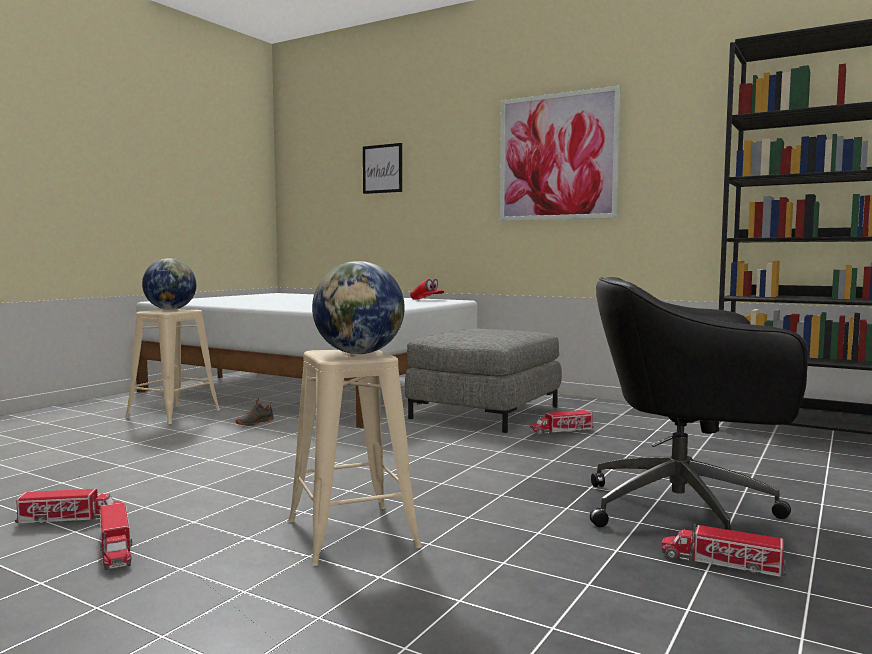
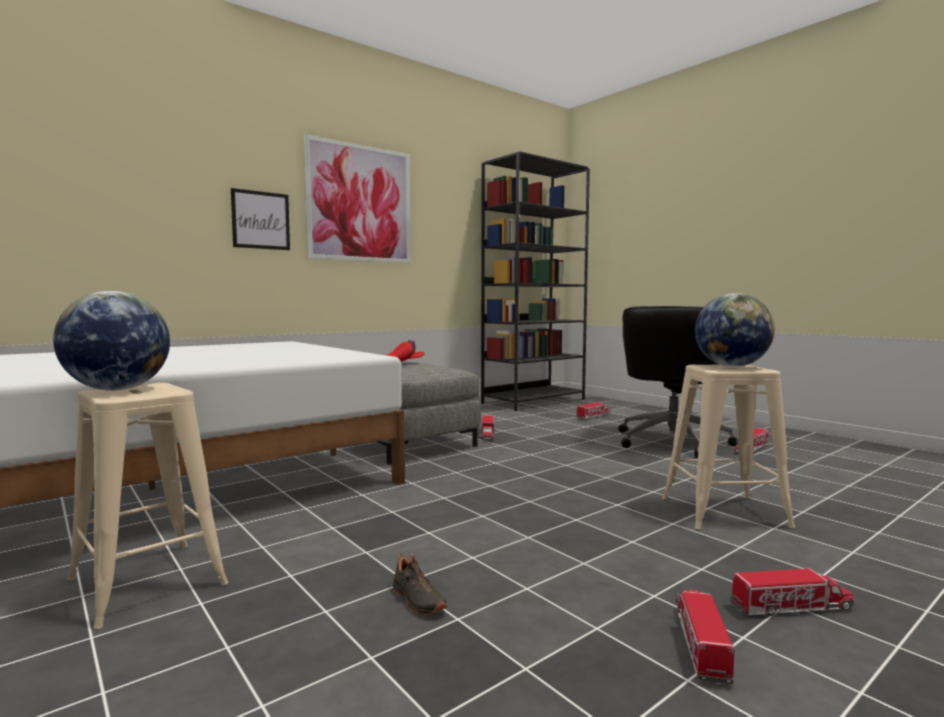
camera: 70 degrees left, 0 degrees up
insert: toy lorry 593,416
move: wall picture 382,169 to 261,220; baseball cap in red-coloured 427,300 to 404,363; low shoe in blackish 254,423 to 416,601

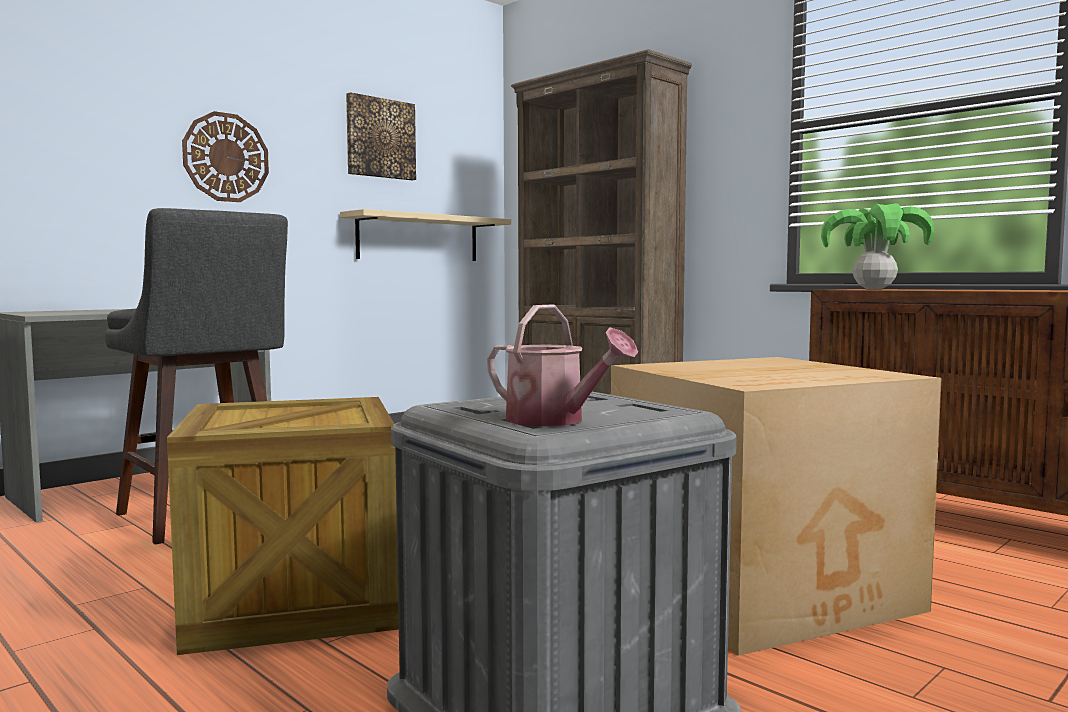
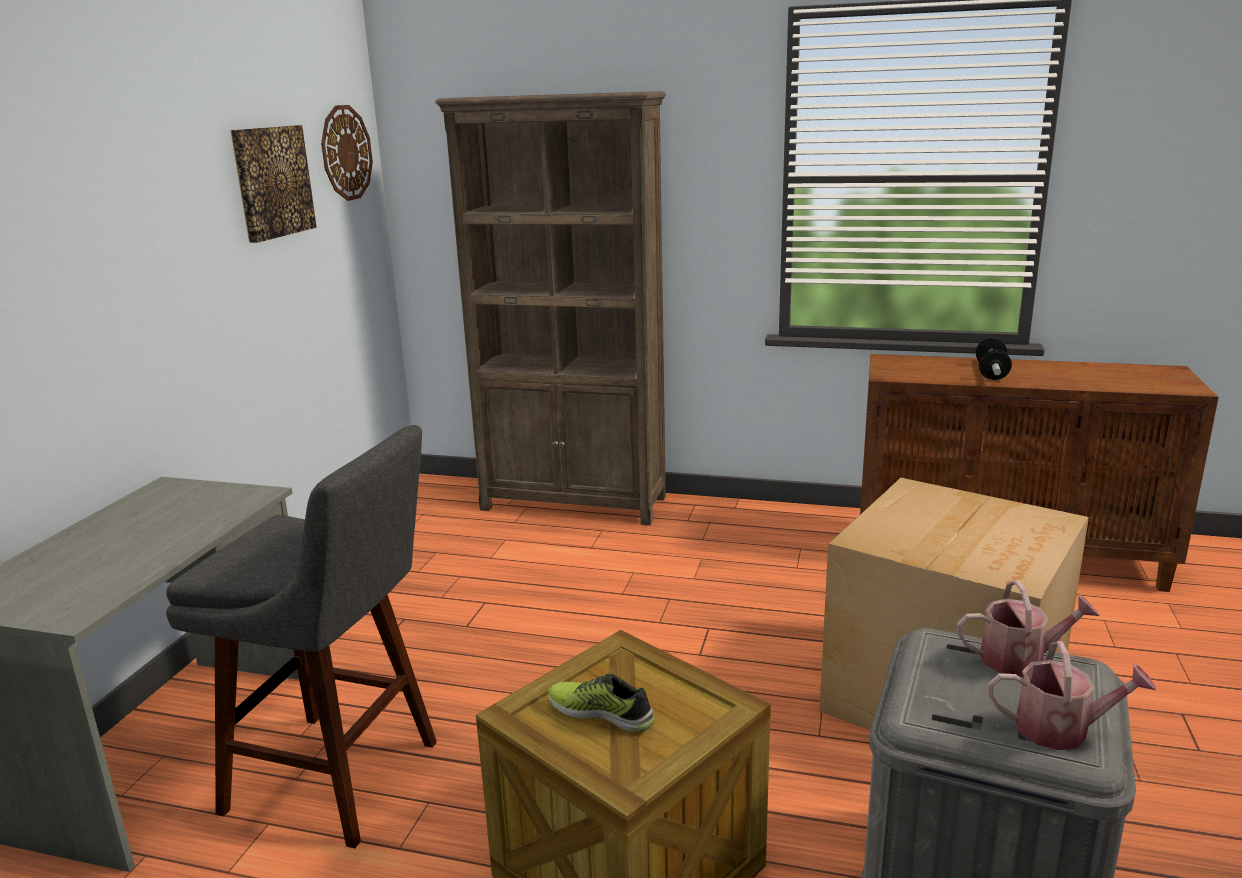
camera: 30 degrees left, 15 degrees up
delete: houseplant 873,289; bracket shelf in sand-coloured 418,238
insert: hand weight 991,372; watering pot 1020,659; low shoe 601,712
move: wall clock 226,157 to 346,153

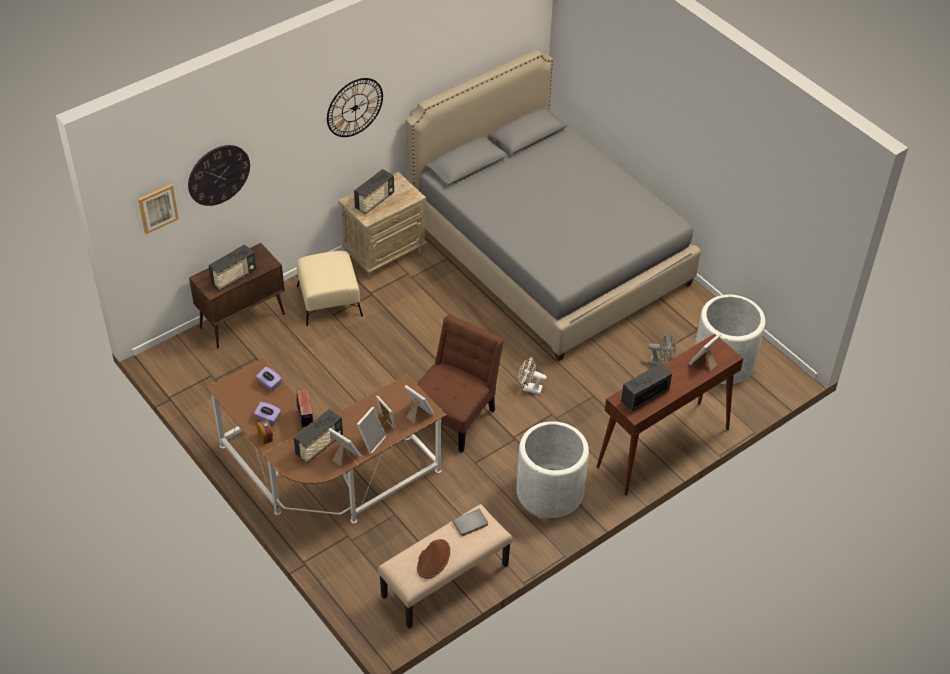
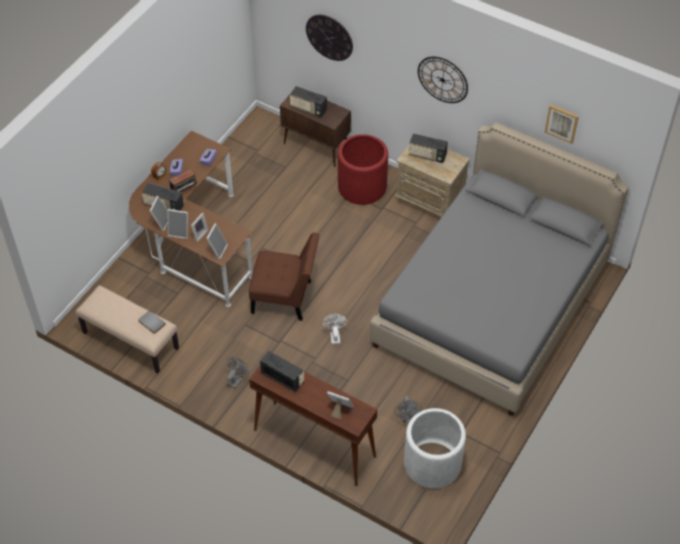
camera: 70 degrees right, 5 degrees up
delete: wearable hat in brownish 433,559
move: wall picture 157,208 to 561,123
replace: pouffe in sand-coloured 329,300 to planter in red-coloured 362,187; planter in white 550,491 to electric fan in greyish 237,379

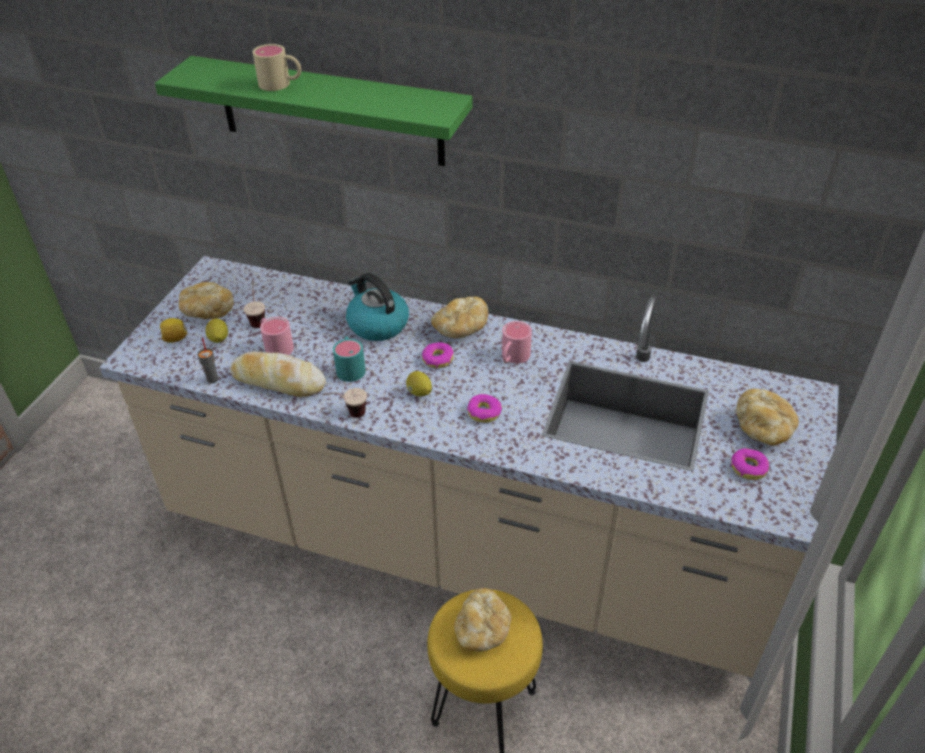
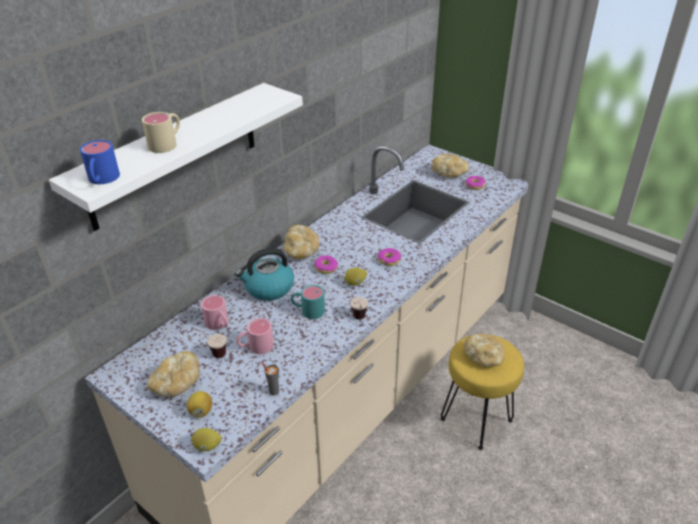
camera: 70 degrees left, 5 degrees down
delete: bakery bread 278,381
insert: coffee mug in blue 102,180
move: citrus fruit 218,339 to 207,446; coffee mug in pink 512,358 to 219,324
recolor: bracket shelf in greenish 330,111 to bracket shelf in white 175,155

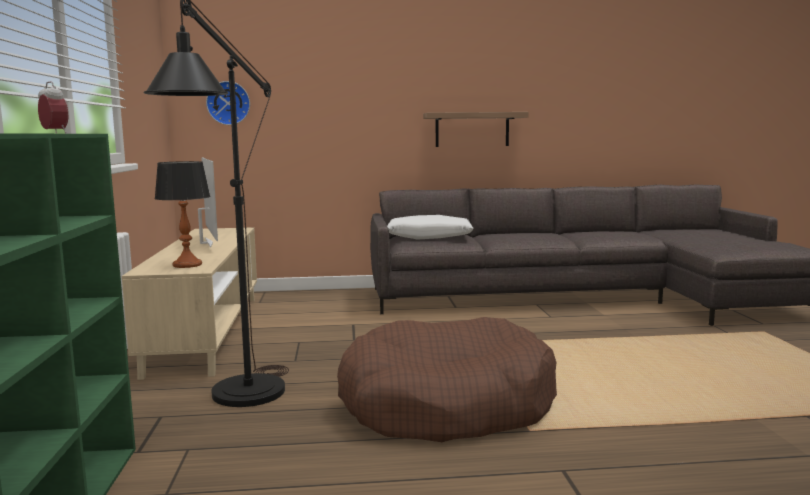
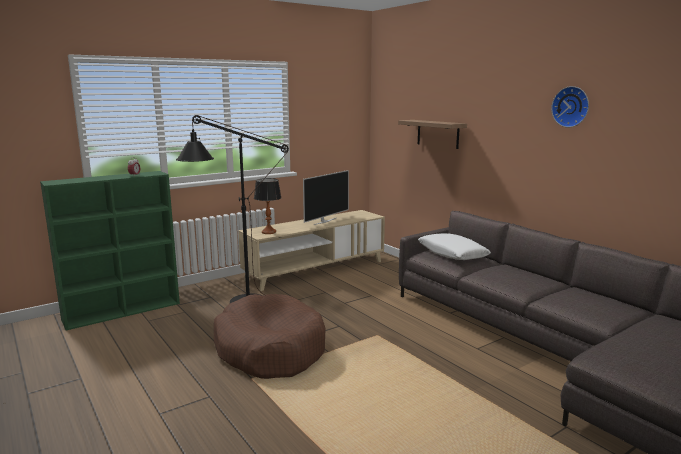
camera: 60 degrees right, 5 degrees up
move: wall clock 228,103 to 571,107; bracket shelf 472,129 to 437,134

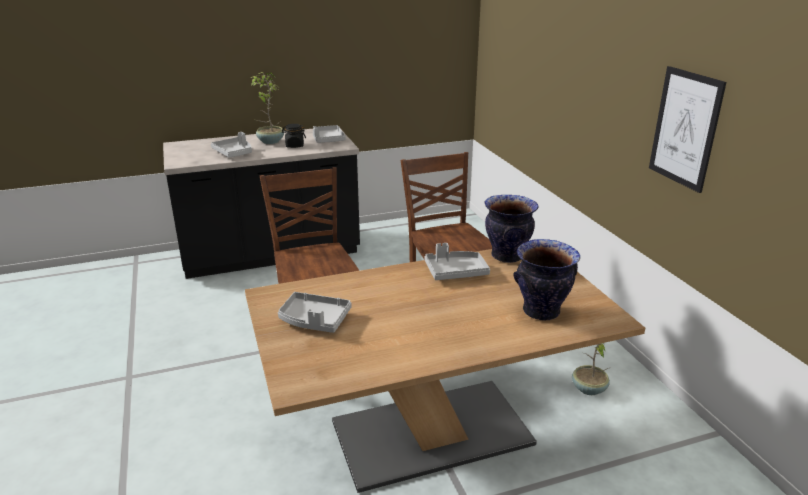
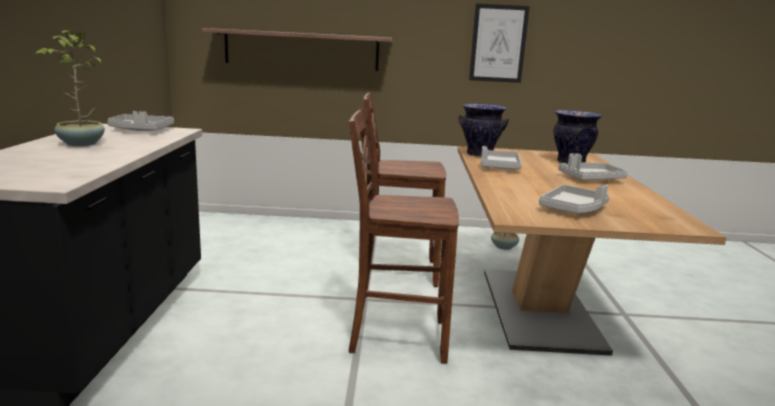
camera: 70 degrees left, 10 degrees down
delete: storage jar in blackish 294,146
insert: bracket shelf 301,50
move: carrying tray in greyish 234,153 to 590,179

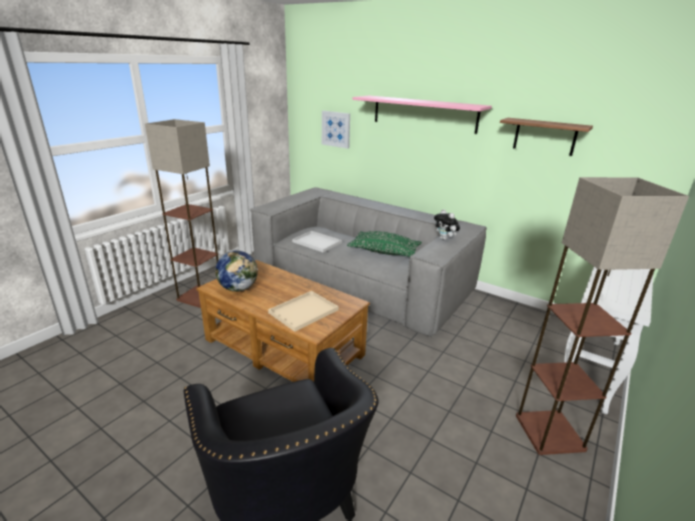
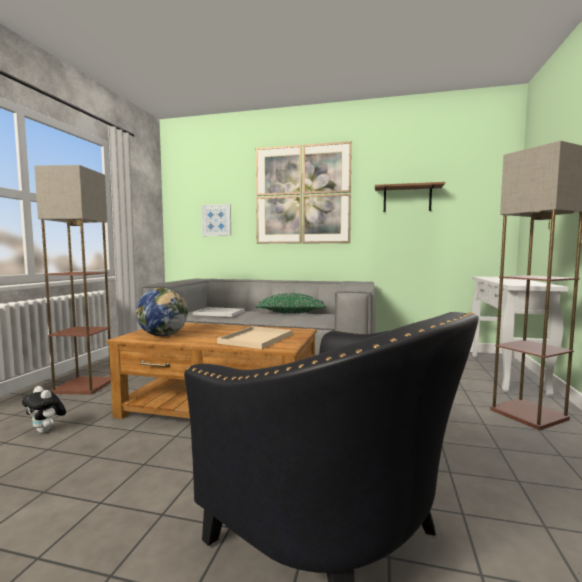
camera: 20 degrees left, 20 degrees down
move: soft toy 445,239 to 46,431
replace: bracket shelf in pink 424,113 to wall picture 302,195

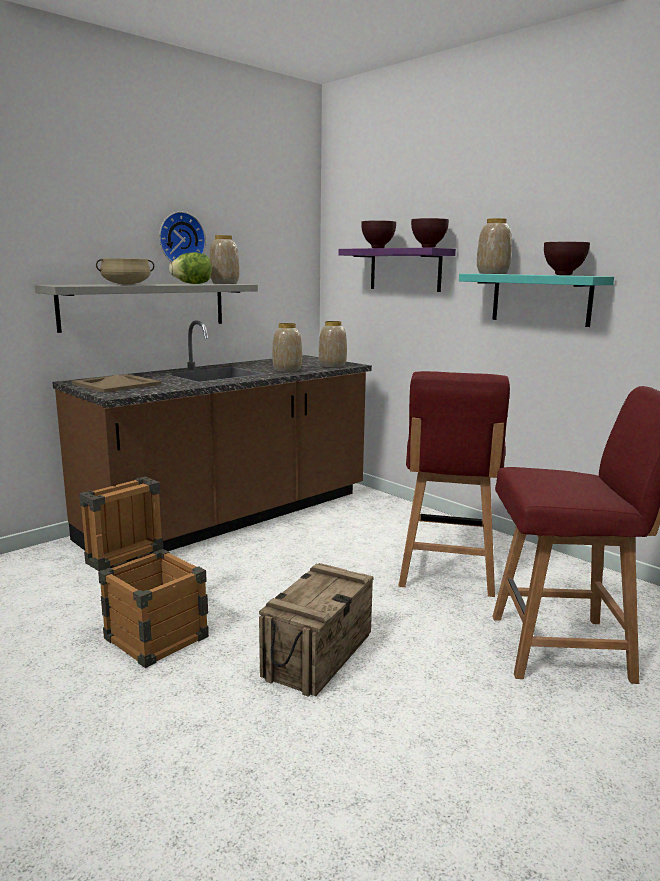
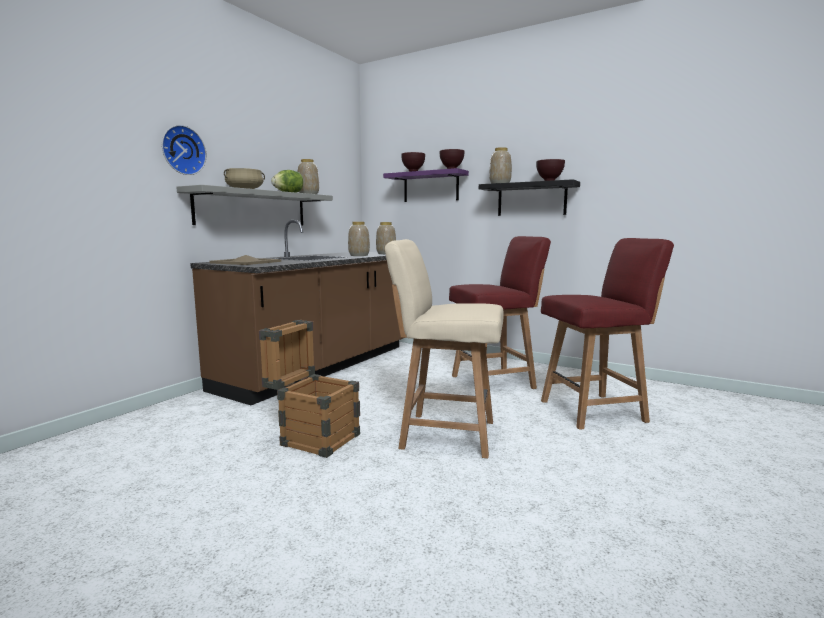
camera: 15 degrees left, 5 degrees down
move: wall clock 180,239 to 182,150
replace: packing crate 317,655 to plain chair in sand-coloured 445,434
recolor: bracket shelf in blue-green 541,299 to bracket shelf in blackish 531,199
rotate: plain chair in red-coloured 447,572 = 494,382 105 degrees counterclockwise

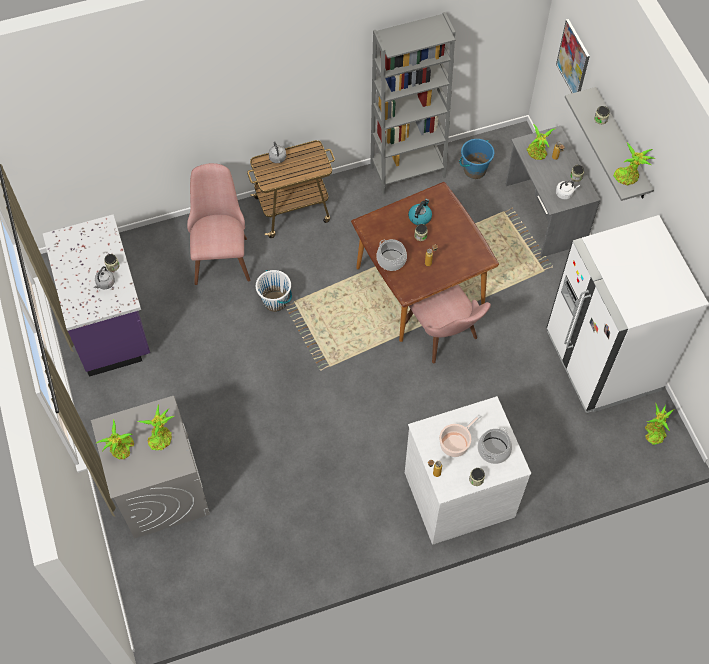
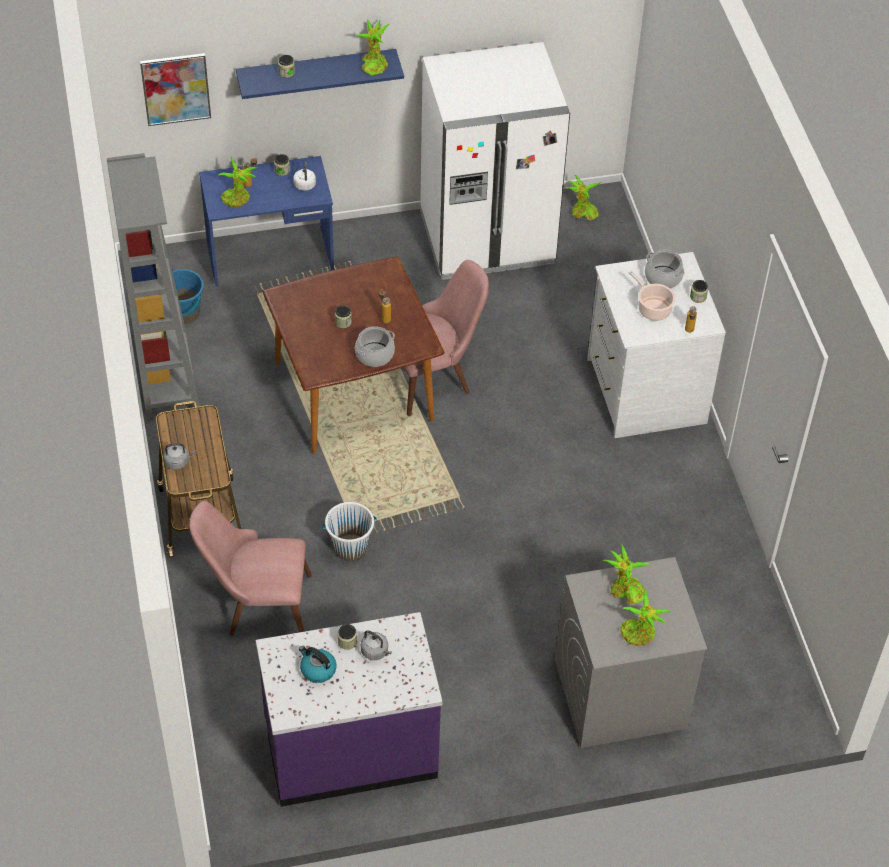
camera: 85 degrees left, 10 degrees down
move: tea kettle 420,217 to 317,670
recolor: bracket shelf in greyish 621,145 to bracket shelf in blue 316,71; desk unit in greyish 544,214 to desk unit in blue 270,257

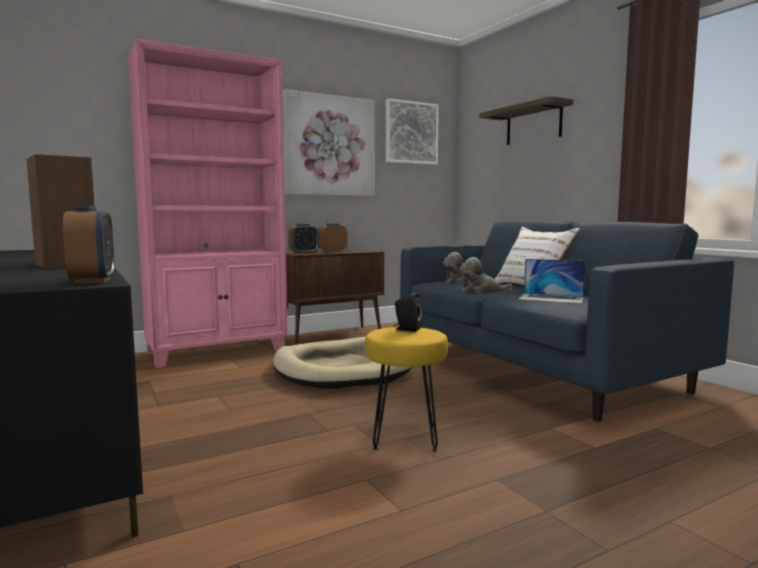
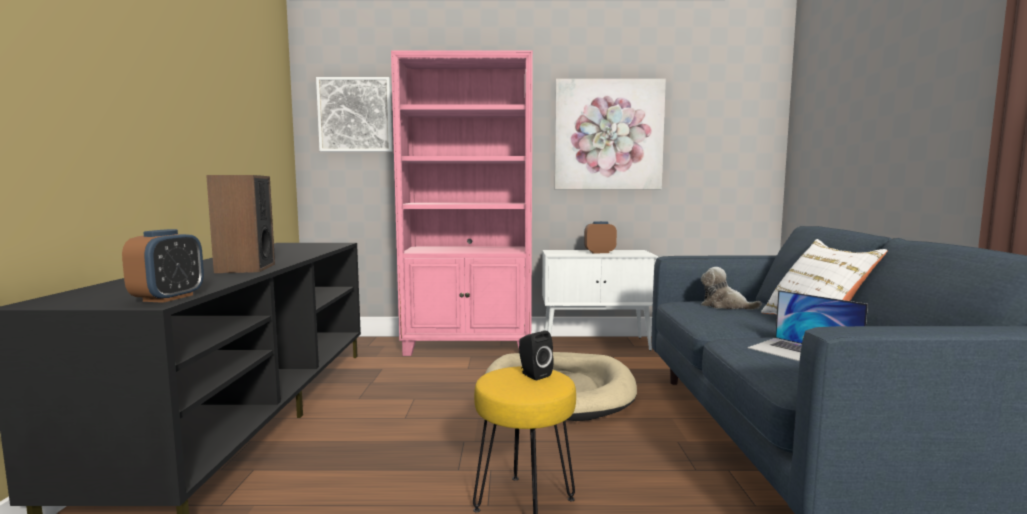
camera: 30 degrees right, 0 degrees up
delete: bracket shelf 533,124; alarm clock 304,253; soft toy 481,291
move: wall picture 411,133 to 355,115
recolor: cupboard in brownish 332,335 to cupboard in white 596,344

